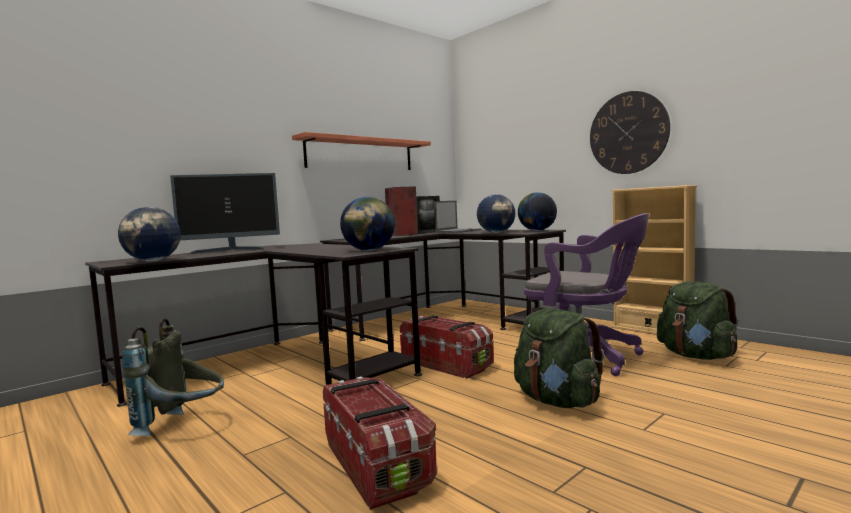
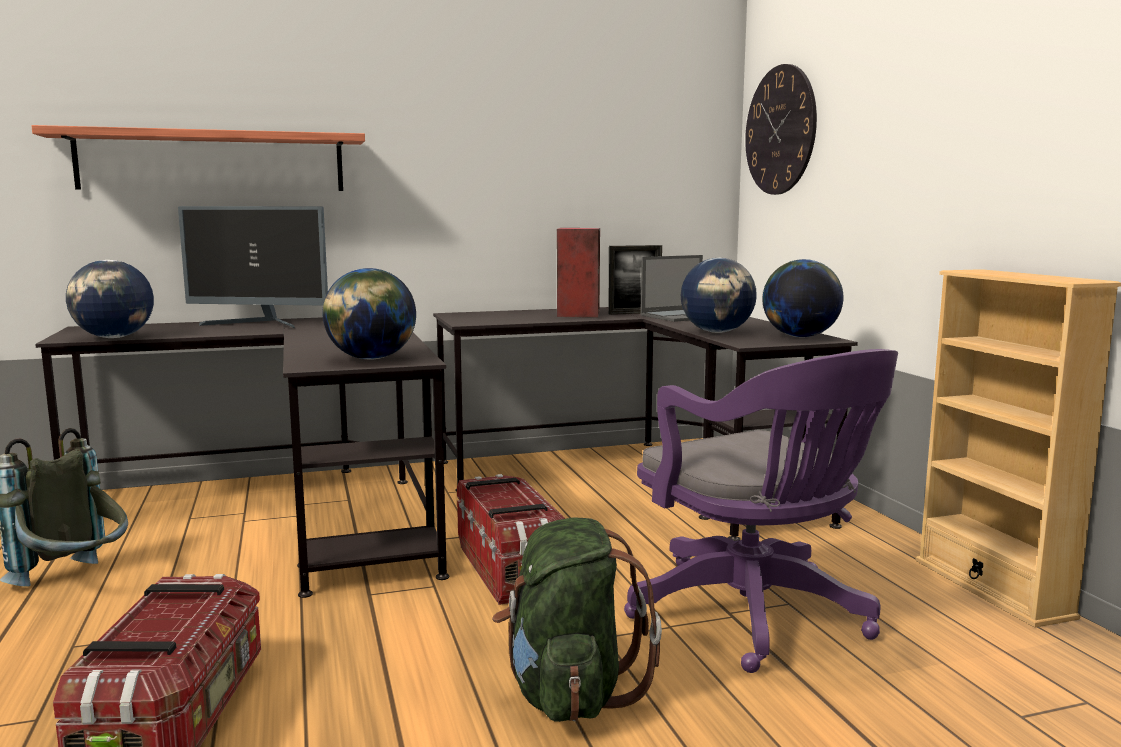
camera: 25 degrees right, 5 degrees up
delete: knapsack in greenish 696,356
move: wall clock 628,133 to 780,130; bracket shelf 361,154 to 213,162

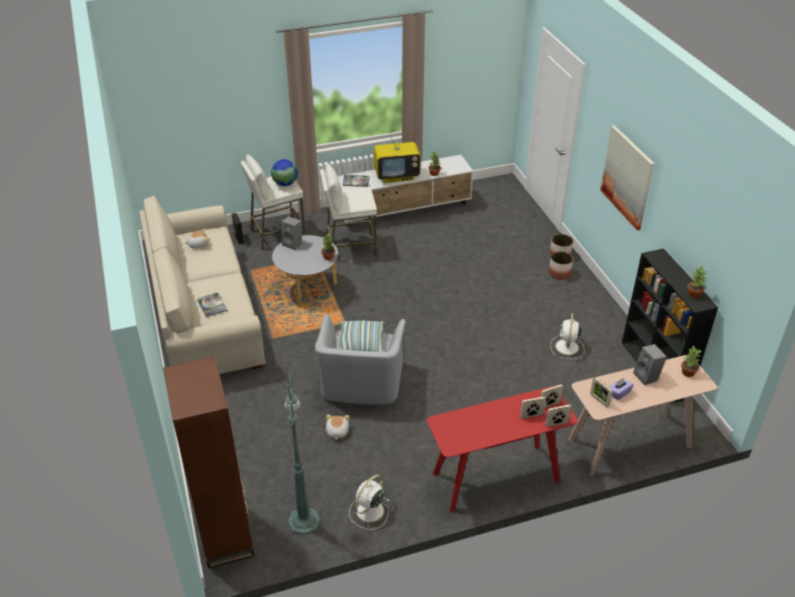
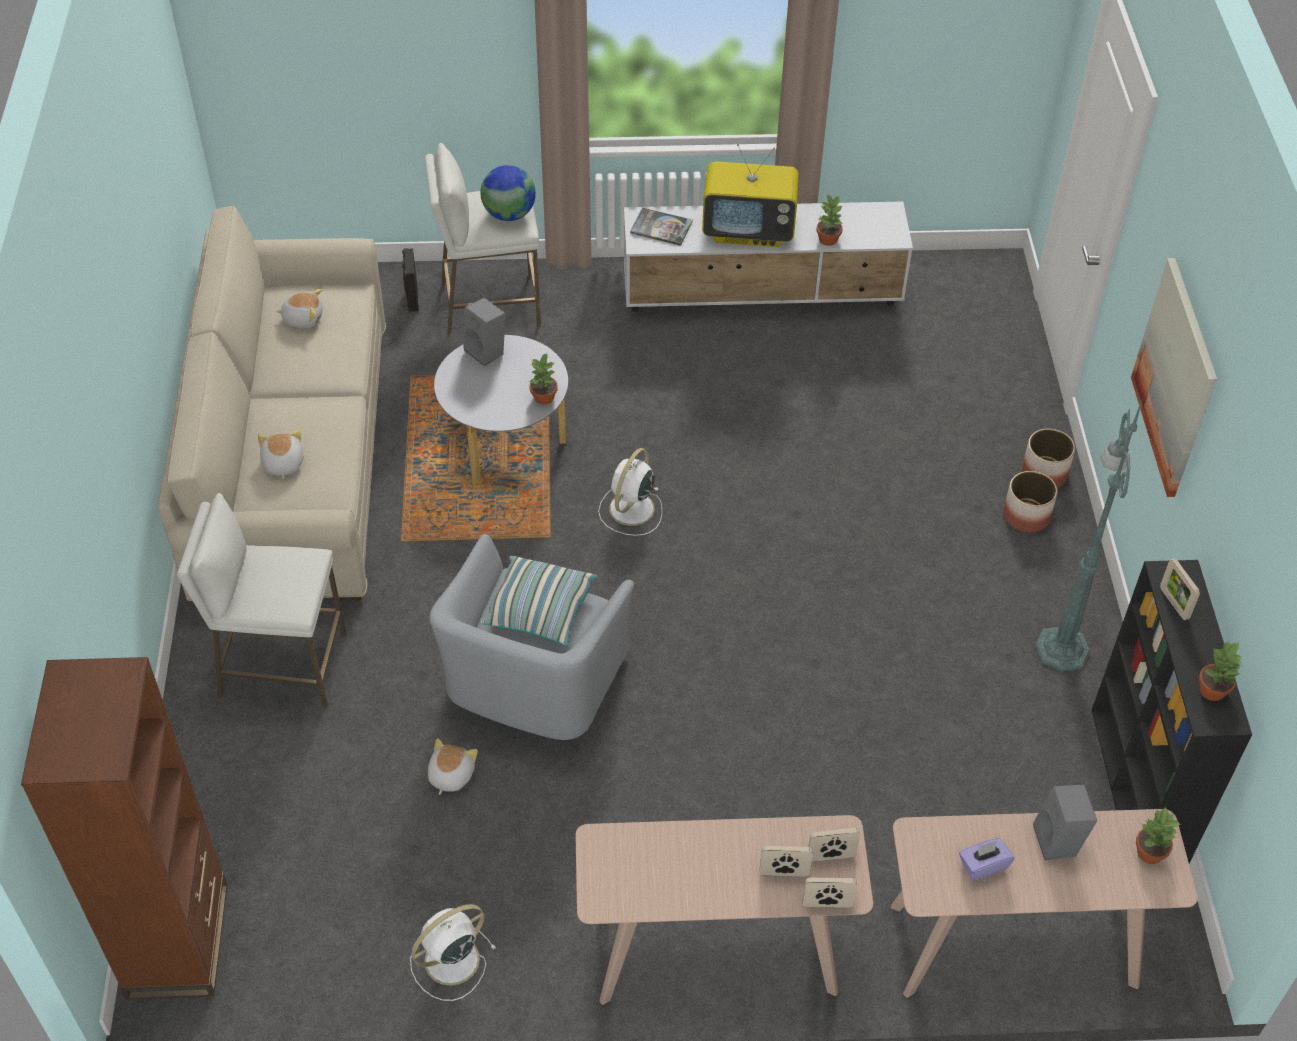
camera: 15 degrees right, 10 degrees up
move: stool seat in white 350,247 to 282,665; electric fan in white 567,348 to 631,510; standard lamp in greenish 304,520 to 1062,647; picture frame 599,400 to 1174,603
replace: book 212,305 to soft toy 282,464
recolor: hall table in red-coloured 496,478 to hall table in sand-coloured 715,953

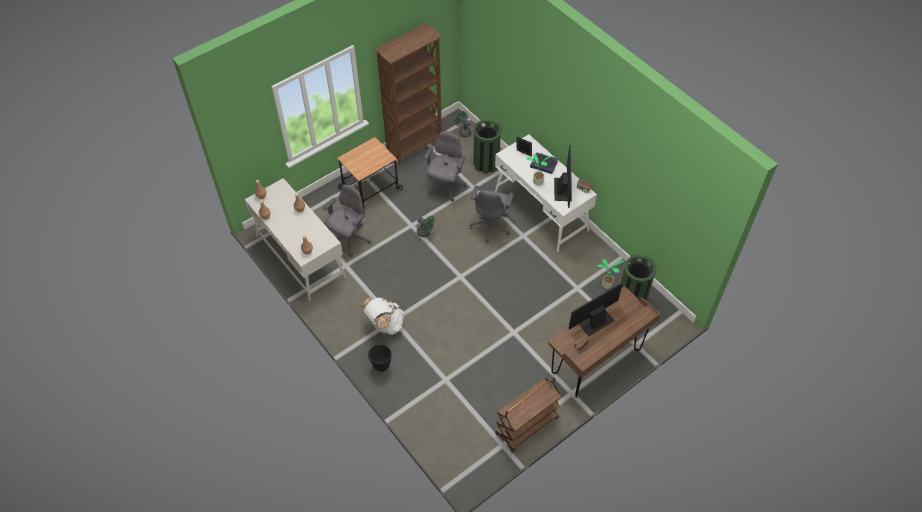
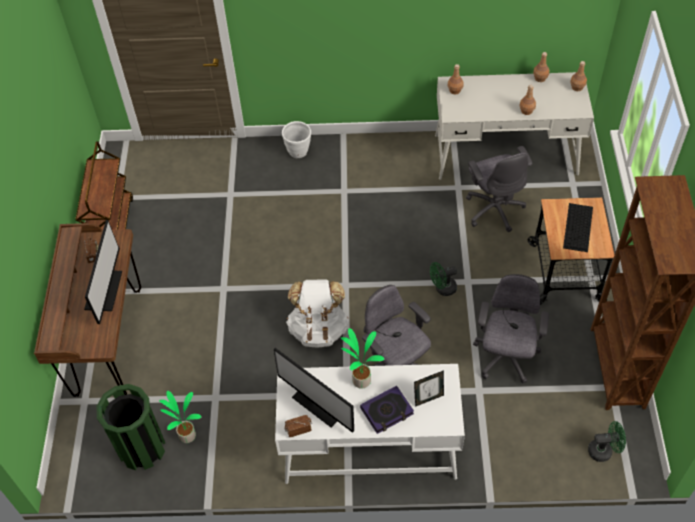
camera: 130 degrees right, 0 degrees up
delete: trash can in greenish 486,163
insert: keyboard 578,228
move: knapsack in white 385,324 to 318,329
recolor: planter in blackish 381,365 to planter in white 298,152
rotate: desk chair in greyish 445,187 = 505,357 135 degrees counterclockwise

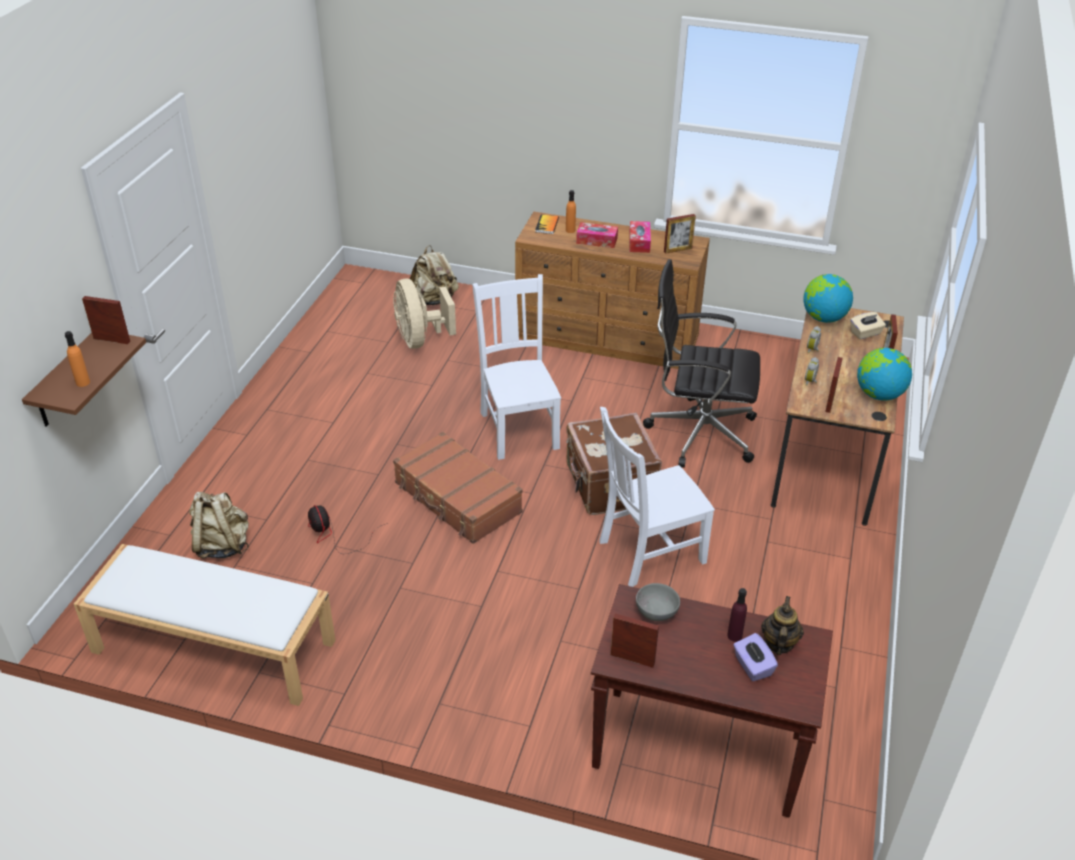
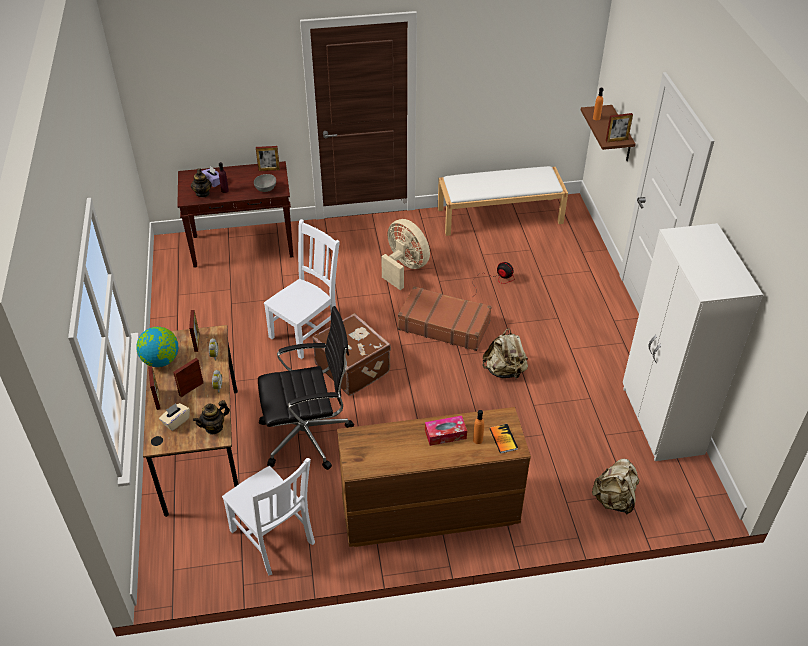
camera: 155 degrees right, 5 degrees up
delete: tissue holder 639,242
insert: armoire in white 661,421
move: picture frame 678,250 to 191,389; plain chair in white 518,428 to 273,538; electric fan in sand-coloured 420,339 to 404,268; knapsack in sand-coloured 222,545 to 504,371
replace: world globe 823,318 to tea pot 214,427

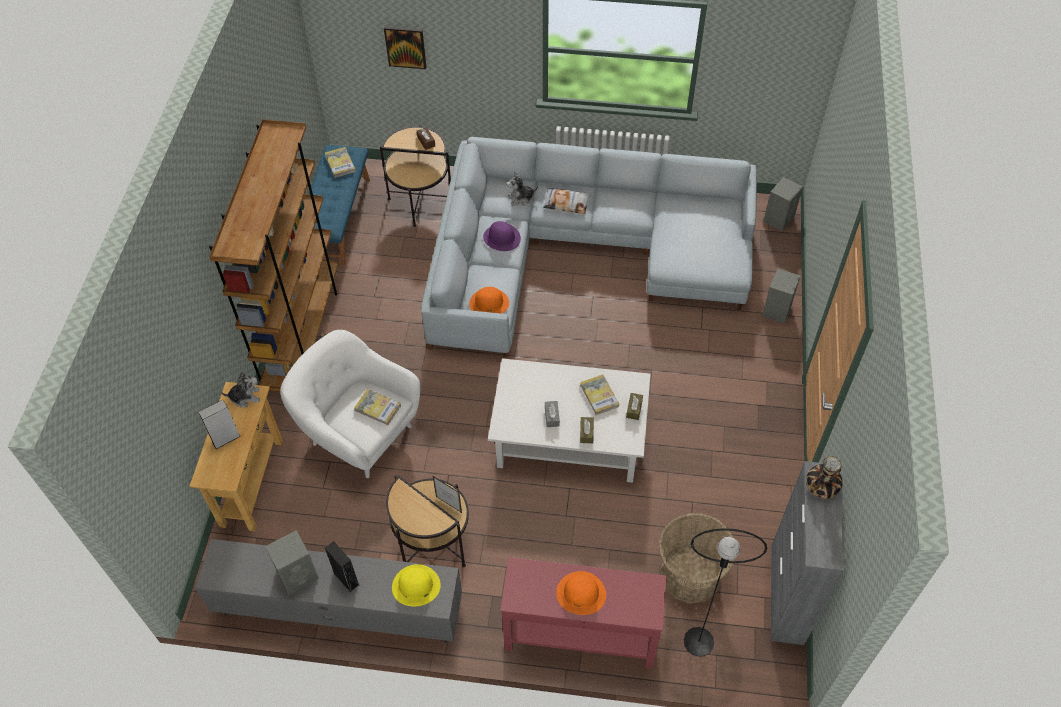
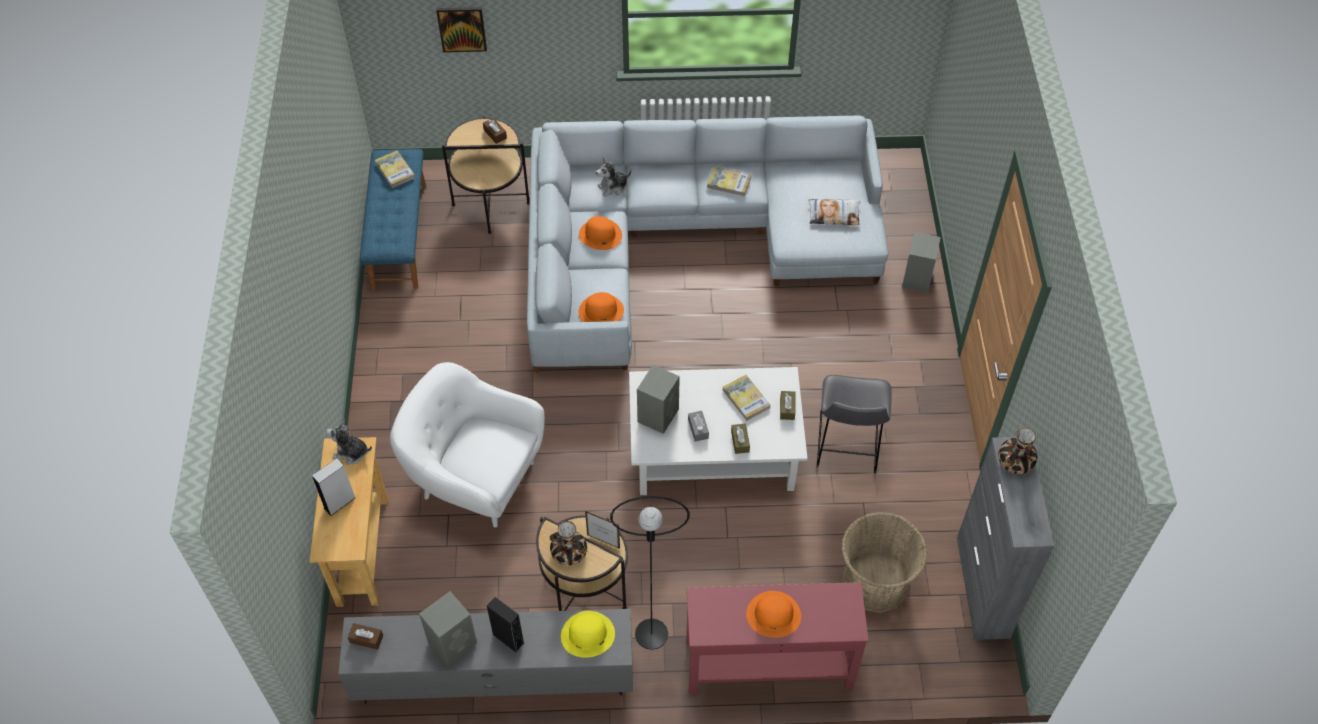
camera: 10 degrees left, 0 degrees up
delete: bookshelf in brownish 303,333
insert: stool seat in greyish 846,447; vase 568,552; tissue holder in brownish 366,639
move: audio speaker in greyish 779,218 to 658,414; cushion 566,203 to 834,215; book 377,408 to 729,183; standard lamp in blackish 698,642 to 651,634
recolor: wearable hat in purple 501,238 to wearable hat in orangey 600,235
rotate: soft toy 245,397 = 351,453 150 degrees counterclockwise

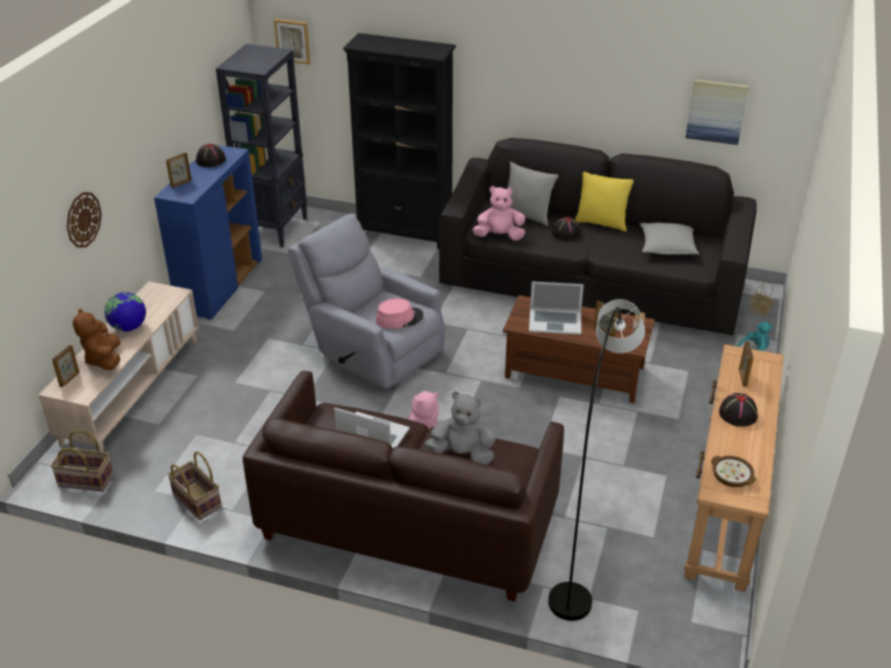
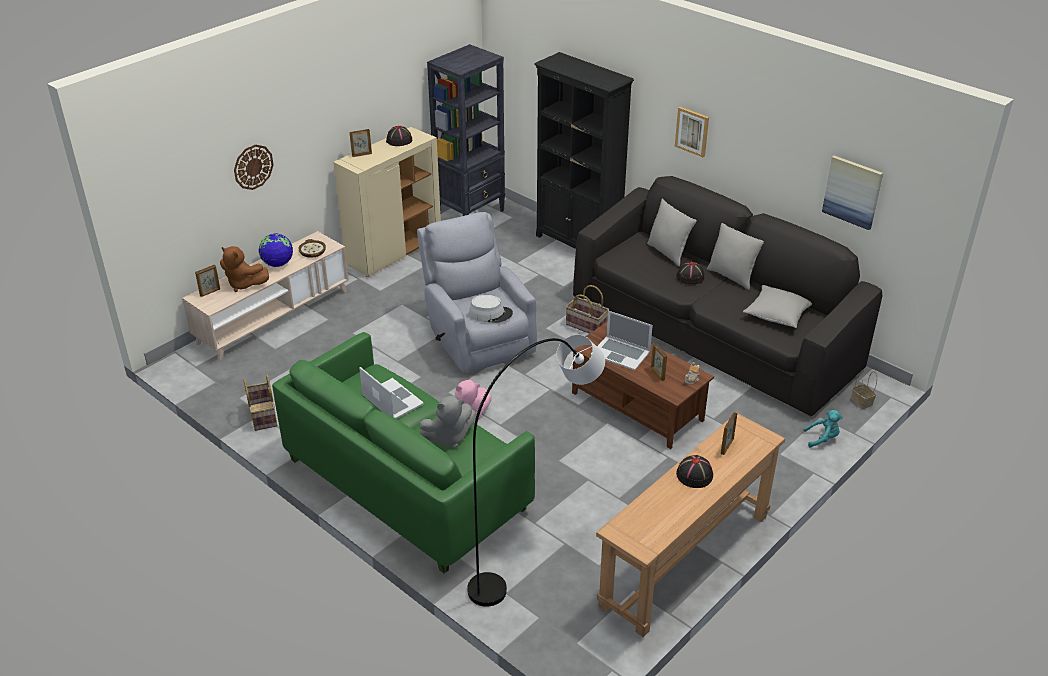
camera: 25 degrees right, 0 degrees up
delete: soft toy in pink 499,236
move: wall picture 292,41 to 692,131; storage basket 85,481 to 586,326; bowl 732,475 to 313,251
recolor: cupboard in blue 220,286 to cupboard in sand-coloured 394,251; cushion in yellow-coloured 601,223 to cushion in greyish 732,276; wearable hat in pink 399,318 to wearable hat in greyish 490,313; sofa in brownish 407,522 to sofa in greenish 405,484
rotate: soft toy in brownish 104,360 = 243,284 75 degrees counterclockwise; soft toy in greyish 462,454 = 448,437 120 degrees clockwise

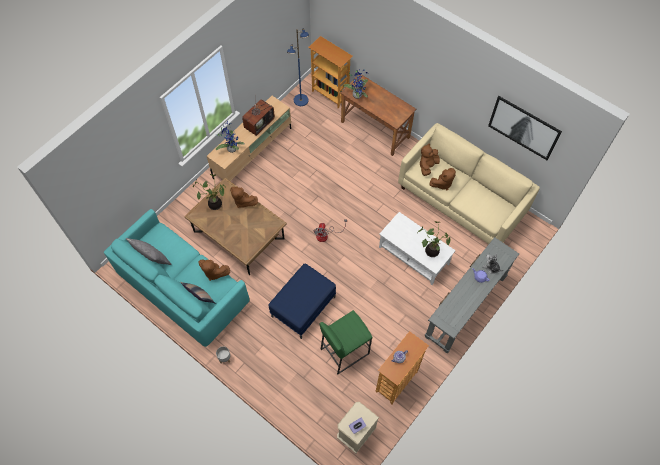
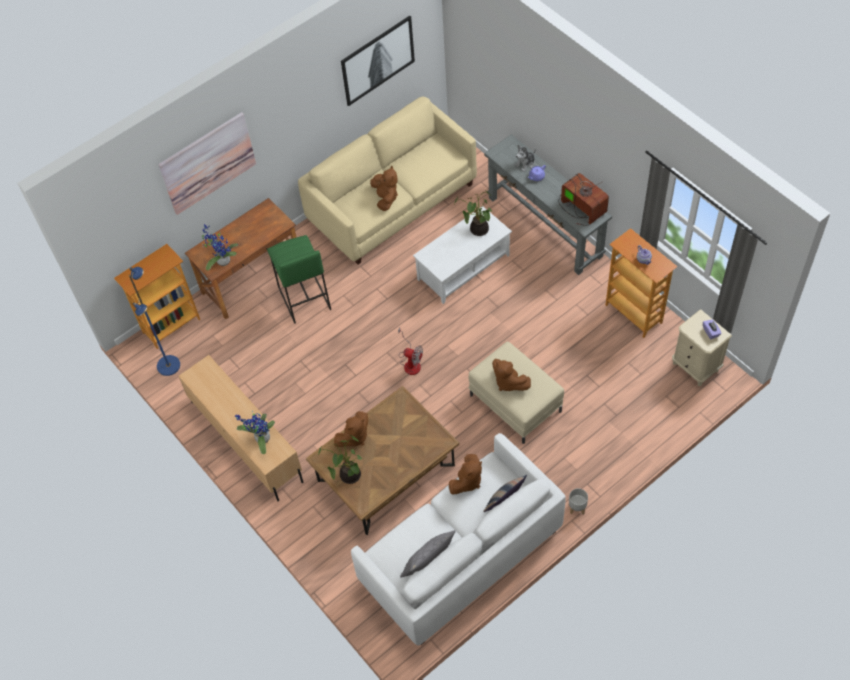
camera: 75 degrees left, 5 degrees down
insert: wall picture 208,163
move: television 259,123 to 581,209; soft toy in brownish 427,166 to 508,382; stool seat in greenish 344,351 to 303,298
recolor: sofa in blue-green 183,289 to sofa in white 460,555; pouffe in blue 303,307 to pouffe in sand-coloured 516,403

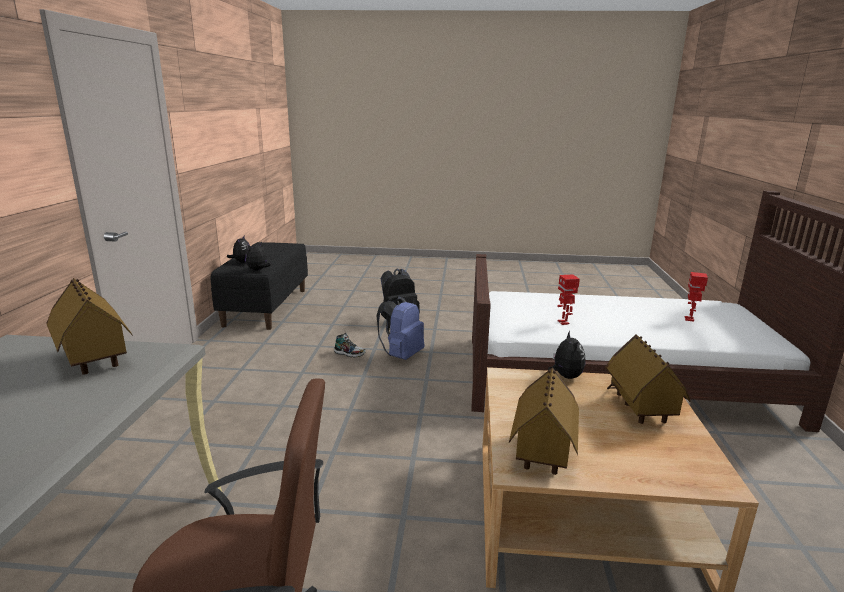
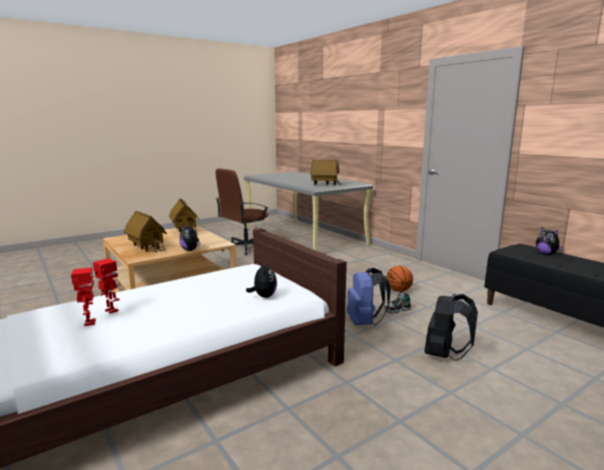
camera: 140 degrees right, 5 degrees down
insert: ball for basketball 398,290
move: soft toy 258,270 to 264,296; model robot 564,322 to 110,311

